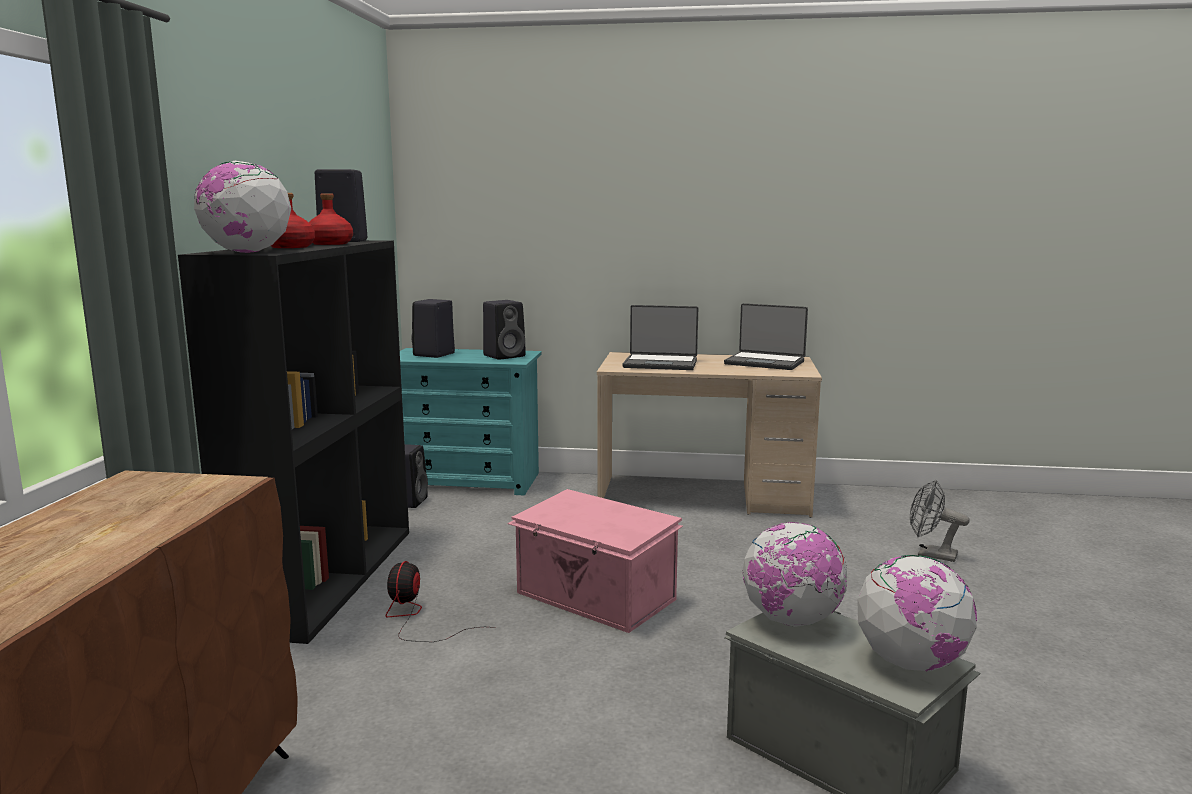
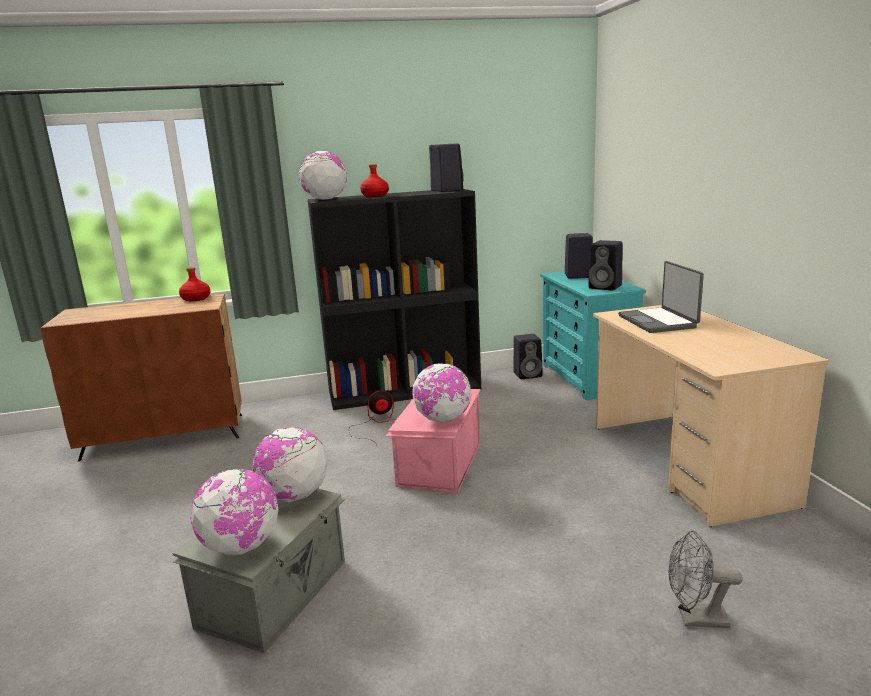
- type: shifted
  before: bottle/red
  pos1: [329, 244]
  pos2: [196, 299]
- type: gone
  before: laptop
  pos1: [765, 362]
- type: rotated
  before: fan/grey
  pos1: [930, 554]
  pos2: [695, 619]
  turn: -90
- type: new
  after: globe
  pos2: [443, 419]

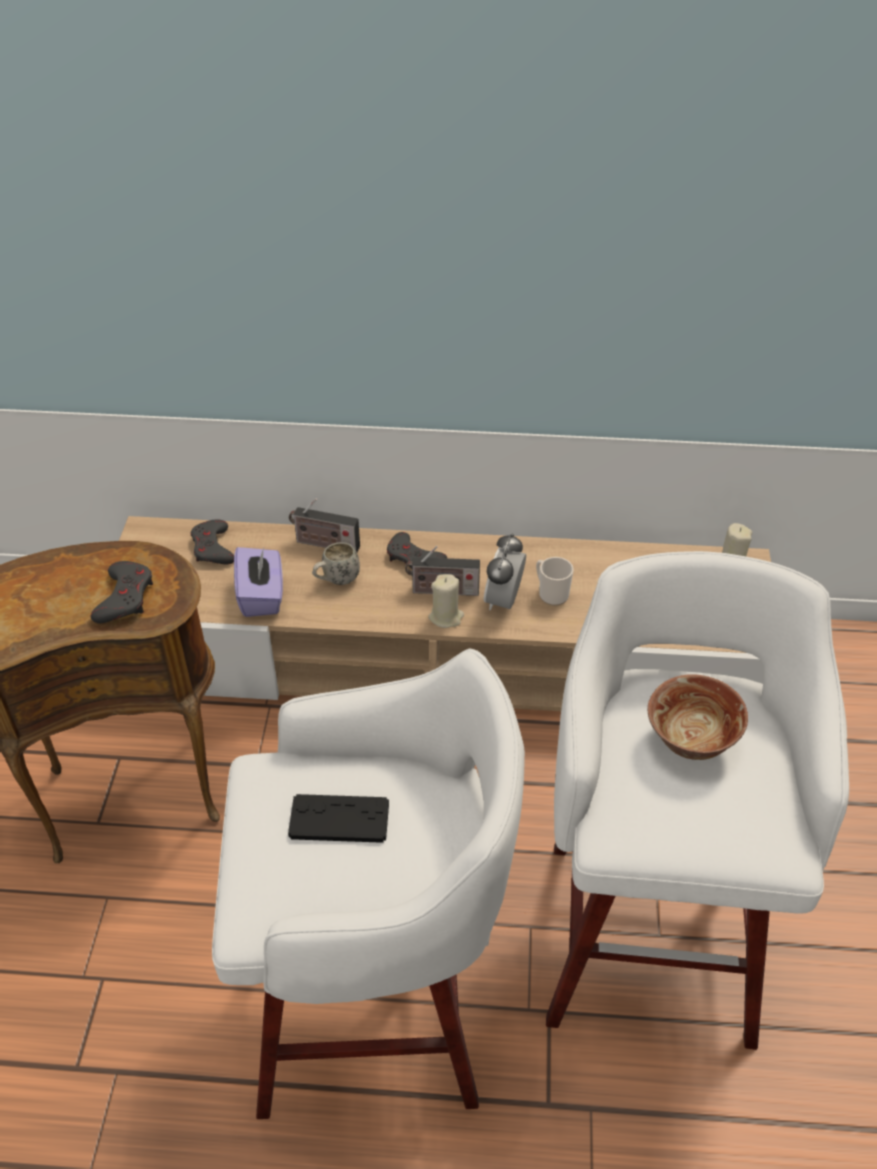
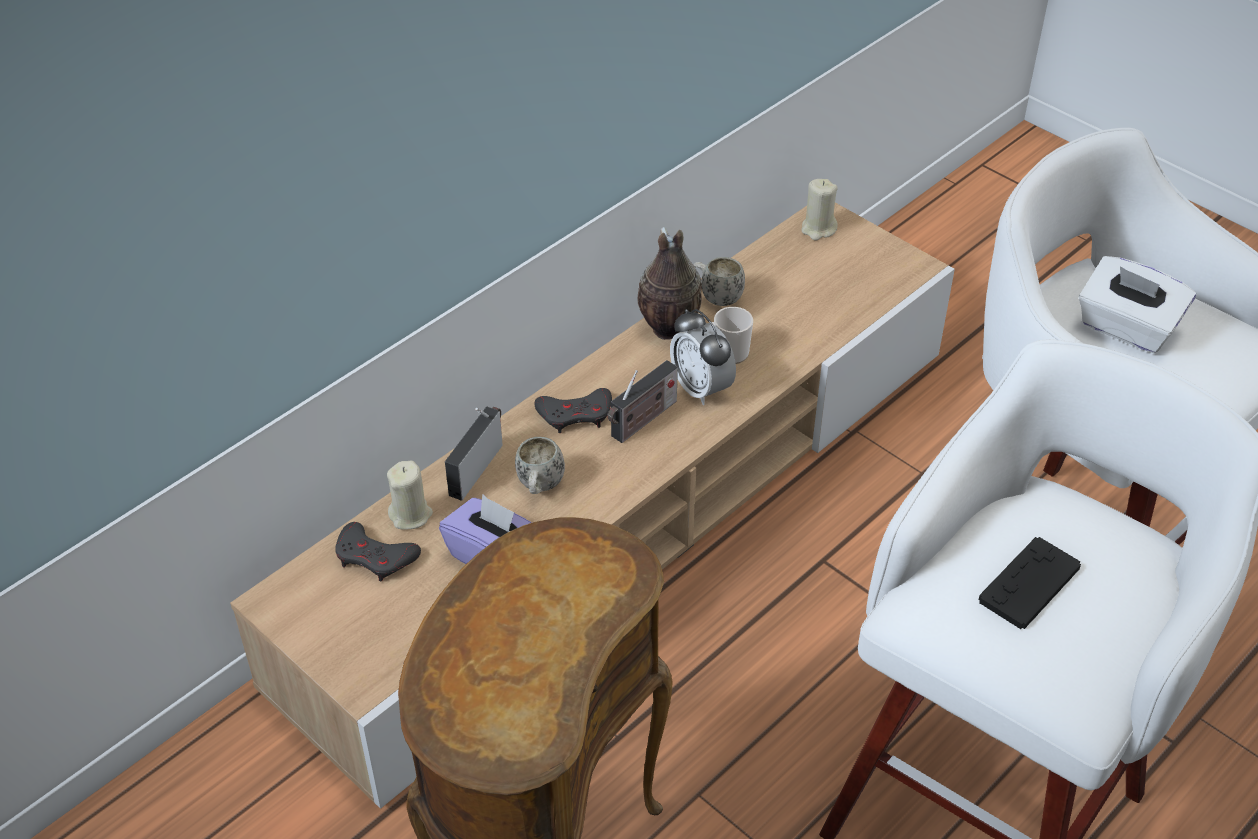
- type: gone
  before: game controller/grey
  pos1: [125, 597]
- type: rotated
  before: radio
  pos1: [324, 544]
  pos2: [477, 467]
  turn: 150
- type: shifted
  before: candle/beige
  pos1: [446, 617]
  pos2: [411, 515]
- type: swapped
  before: bowl
  after: tissue box/white
  pos1: [691, 742]
  pos2: [1126, 328]
- type: new
  after: vase
  pos2: [667, 330]
- type: new
  after: mug/white
  pos2: [715, 297]

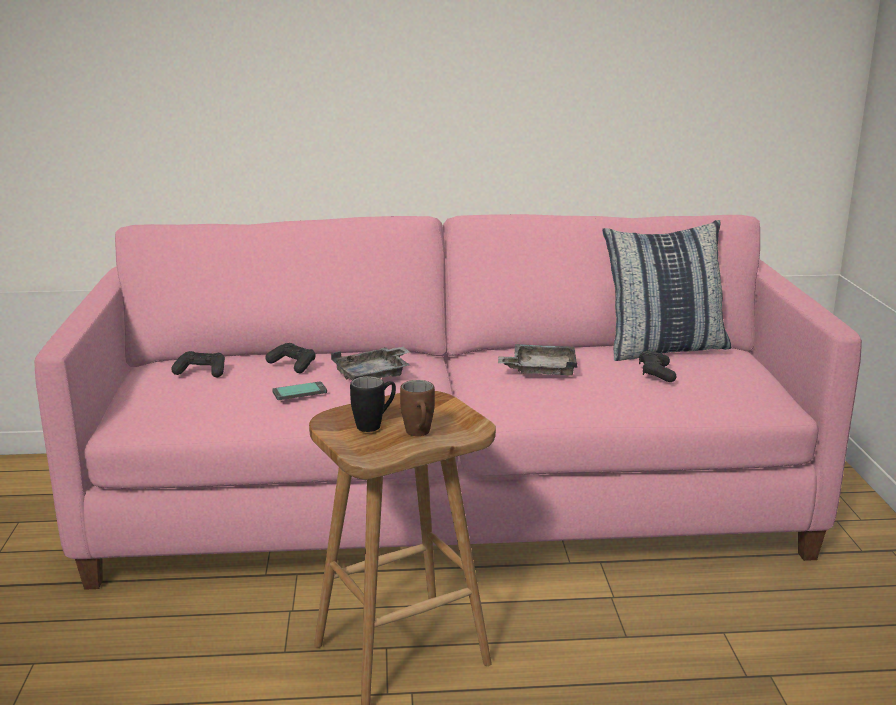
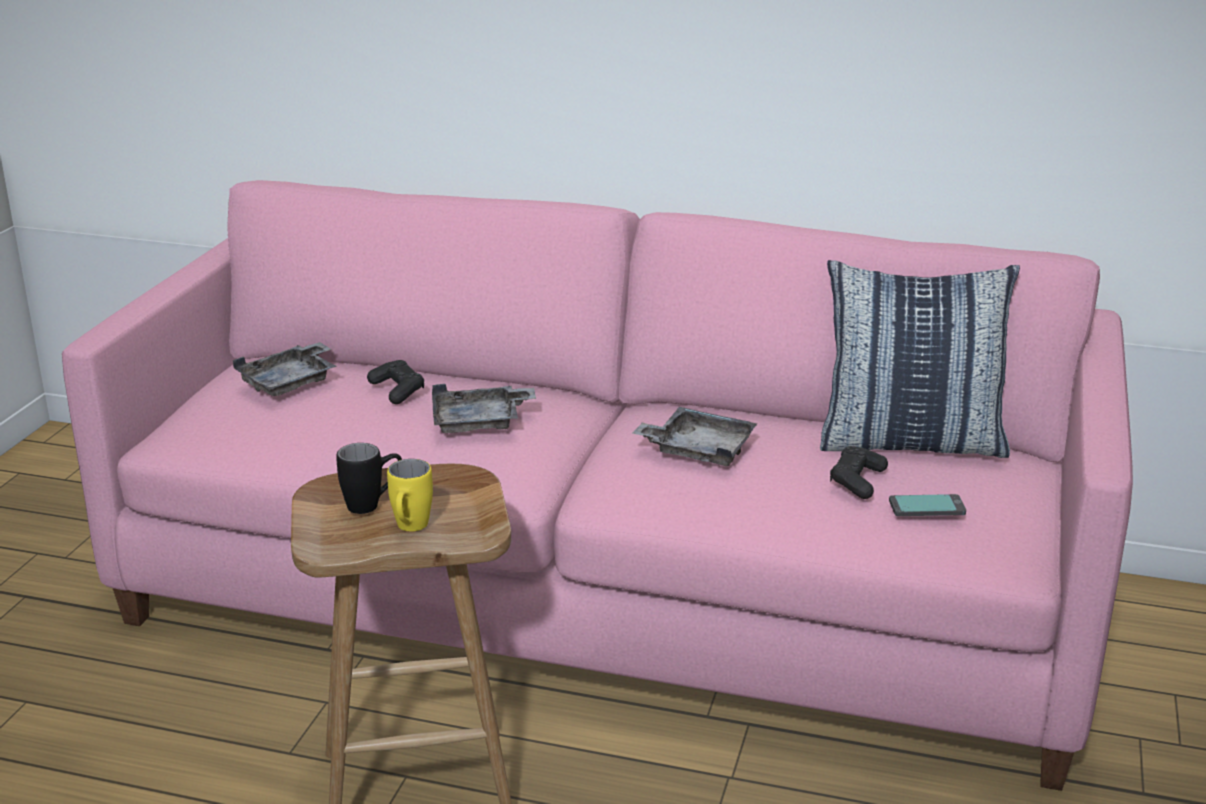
- type: swapped
  before: game controller/black
  after: tray/grey
  pos1: [201, 372]
  pos2: [290, 382]
- type: shifted
  before: phone
  pos1: [299, 392]
  pos2: [926, 507]
- type: repainted
  before: mug/brown
  after: mug/yellow
  pos1: [419, 435]
  pos2: [410, 529]

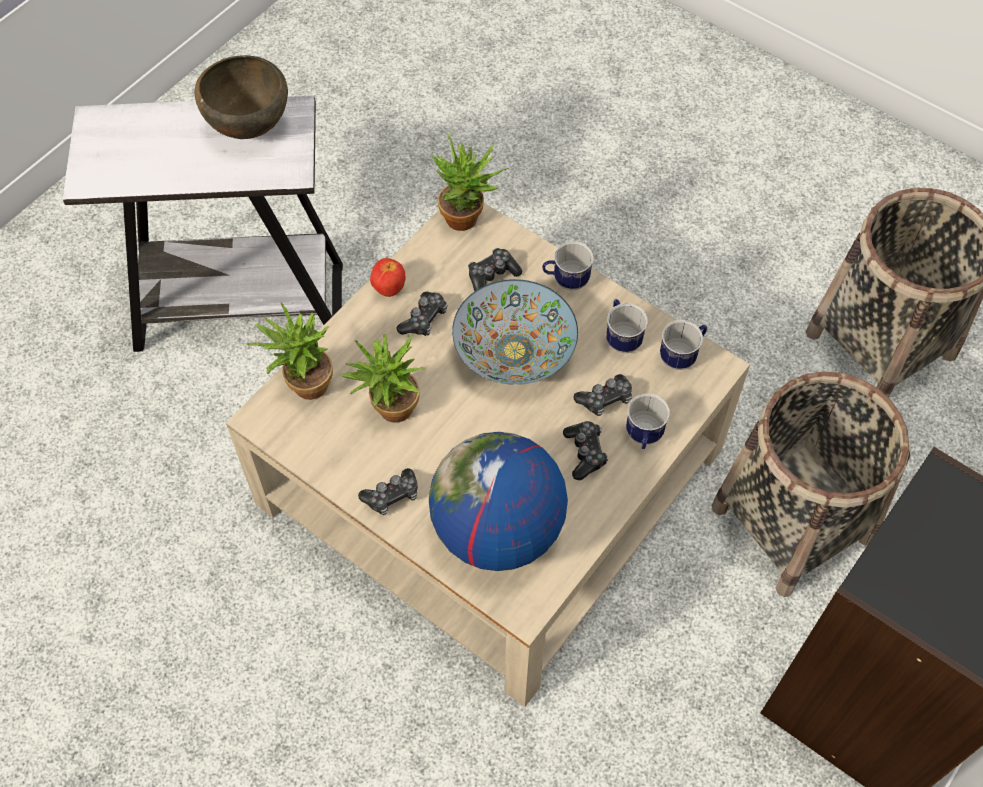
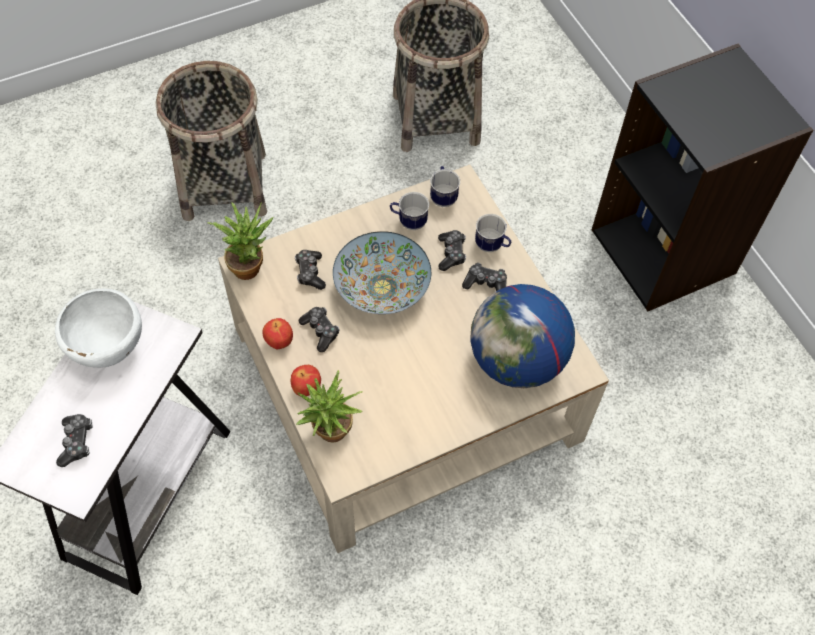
- type: repainted
  before: bowl/brown
  after: bowl/white
  pos1: [248, 128]
  pos2: [108, 349]
- type: gone
  before: potted plant
  pos1: [390, 412]
- type: shifted
  before: game controller
  pos1: [392, 496]
  pos2: [77, 442]
- type: gone
  before: mug
  pos1: [565, 281]
- type: shifted
  before: basket
  pos1: [792, 523]
  pos2: [225, 185]
- type: new
  after: apple
  pos2: [307, 389]

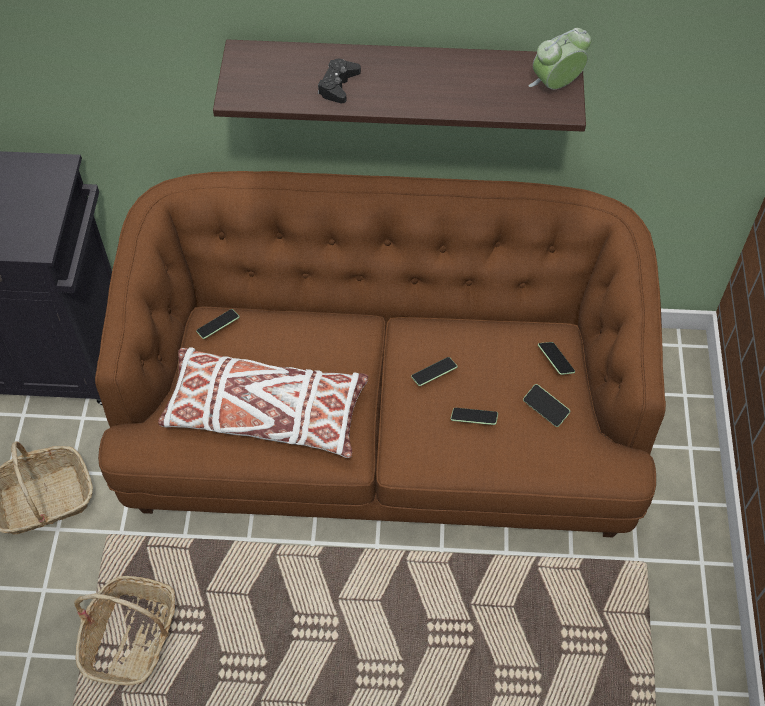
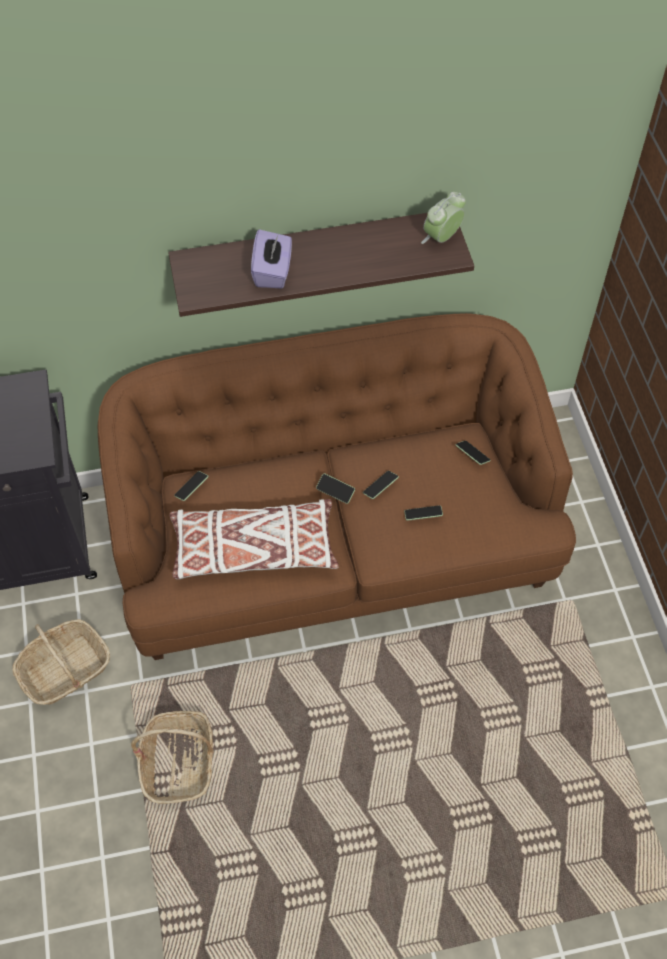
- type: swapped
  before: game controller/black
  after: tissue box/purple
  pos1: [338, 85]
  pos2: [272, 272]
- type: shifted
  before: phone
  pos1: [545, 409]
  pos2: [335, 491]

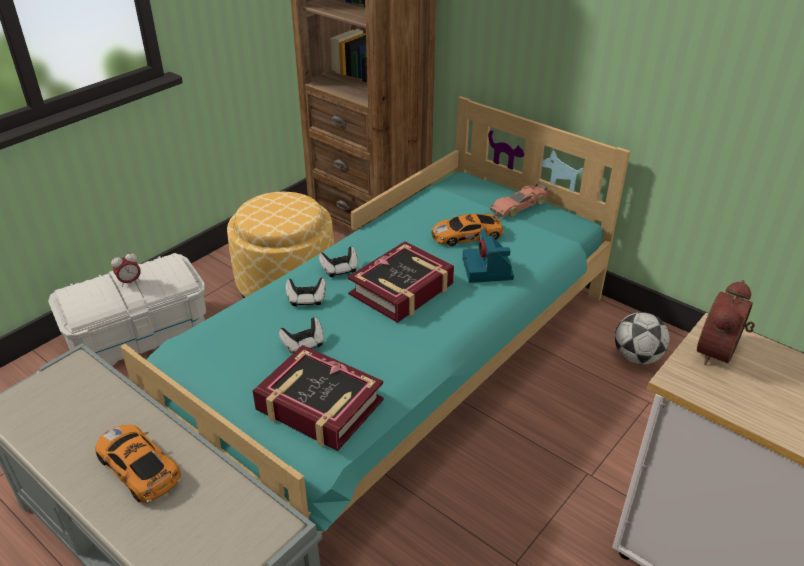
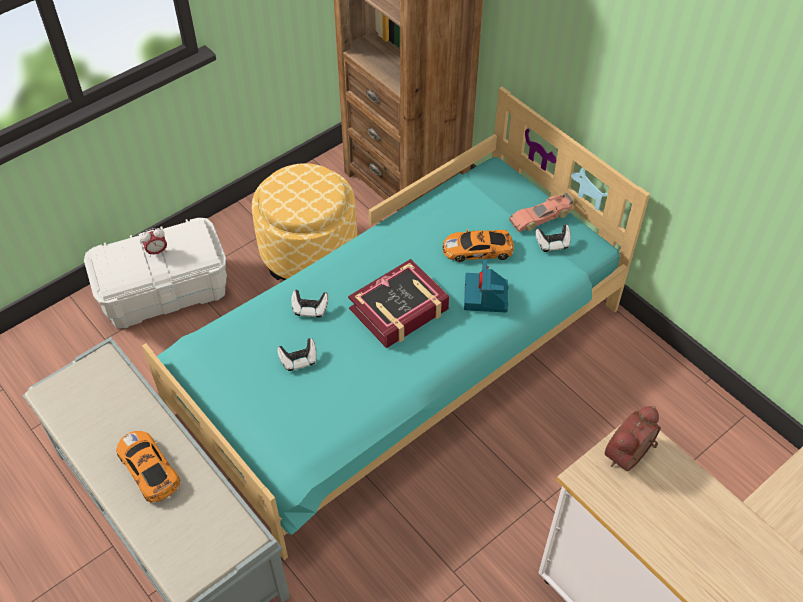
- type: gone
  before: book
  pos1: [319, 406]
- type: shifted
  before: game controller
  pos1: [340, 269]
  pos2: [552, 244]
- type: gone
  before: football
  pos1: [636, 357]

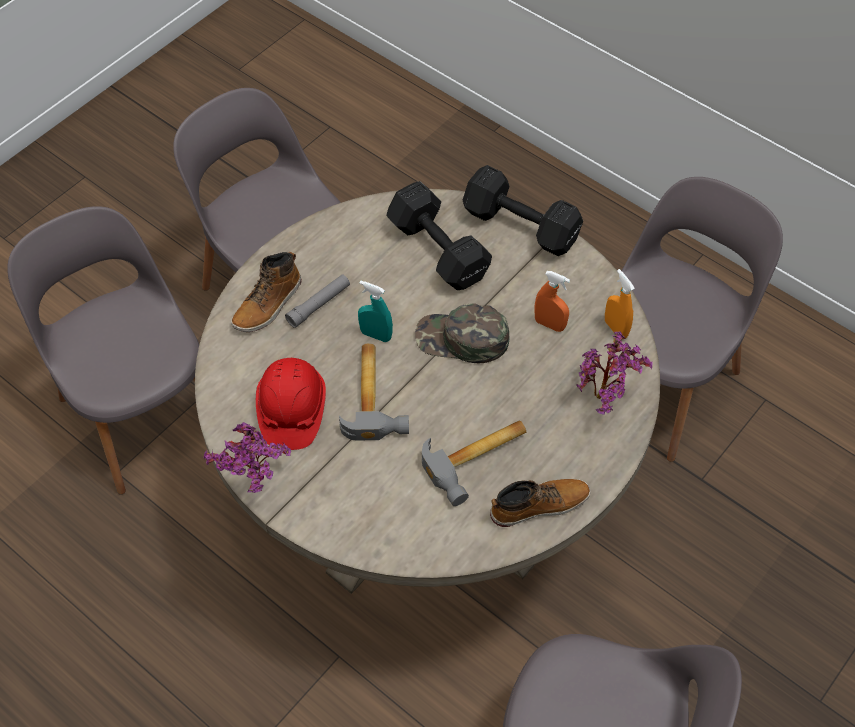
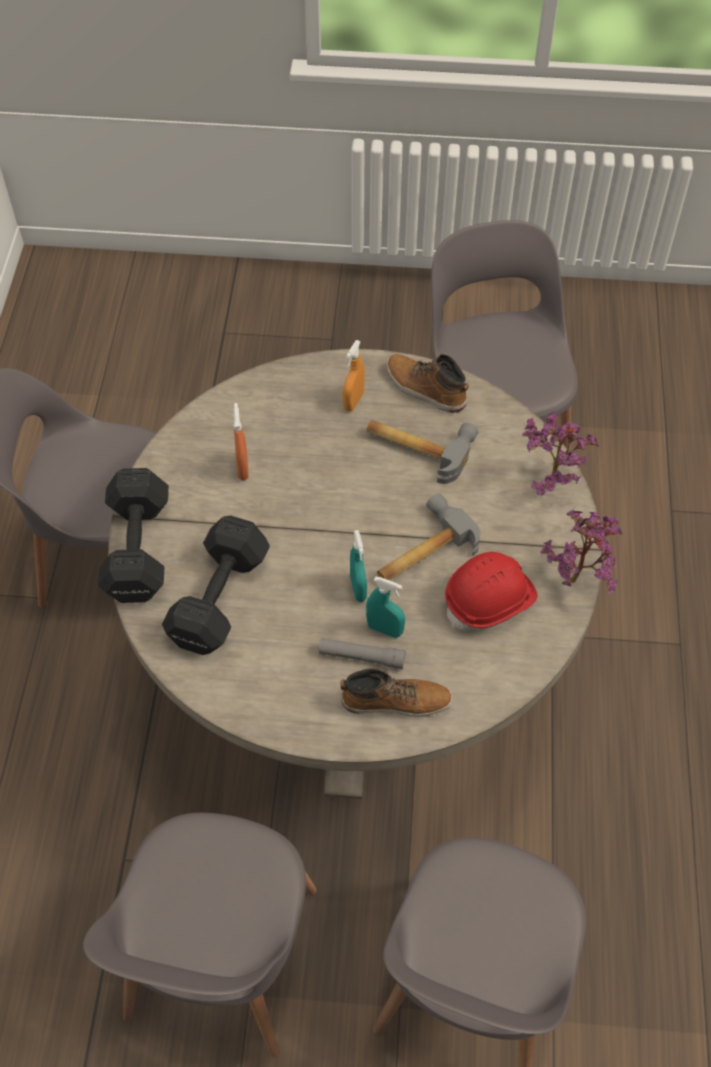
- type: gone
  before: cap/green
  pos1: [461, 339]
- type: shifted
  before: potted plant
  pos1: [604, 398]
  pos2: [548, 483]
- type: shifted
  before: spray bottle/orange
  pos1: [615, 328]
  pos2: [353, 401]
- type: new
  after: spray bottle/turquoise
  pos2: [384, 629]

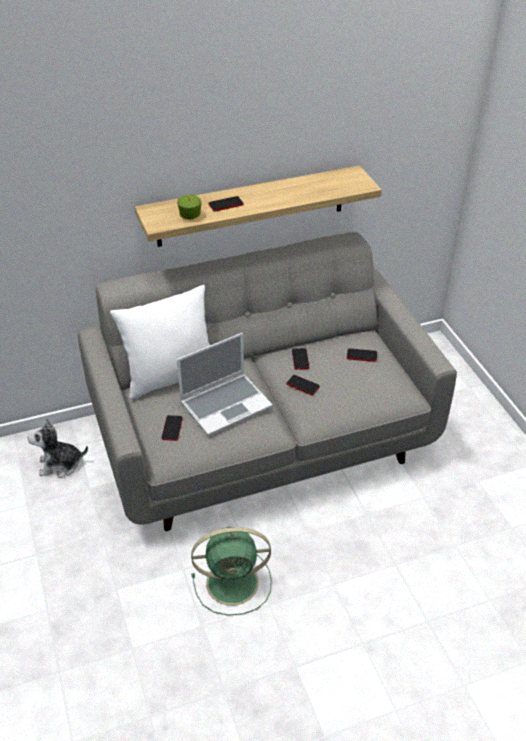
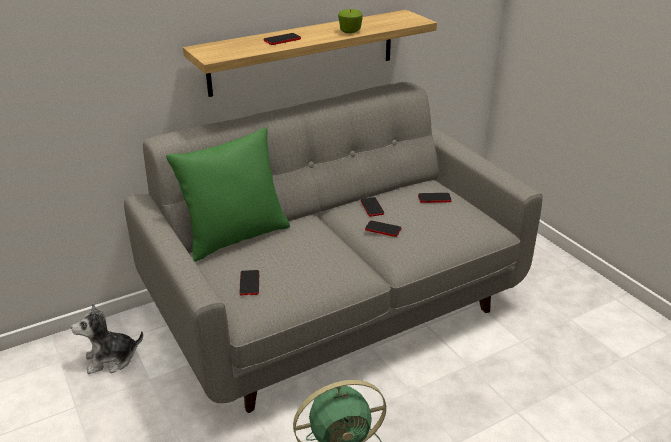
- type: repainted
  before: pillow/white
  after: pillow/green
  pos1: [171, 377]
  pos2: [235, 237]
- type: shifted
  before: apple
  pos1: [190, 216]
  pos2: [350, 31]
- type: gone
  before: laptop
  pos1: [226, 404]

